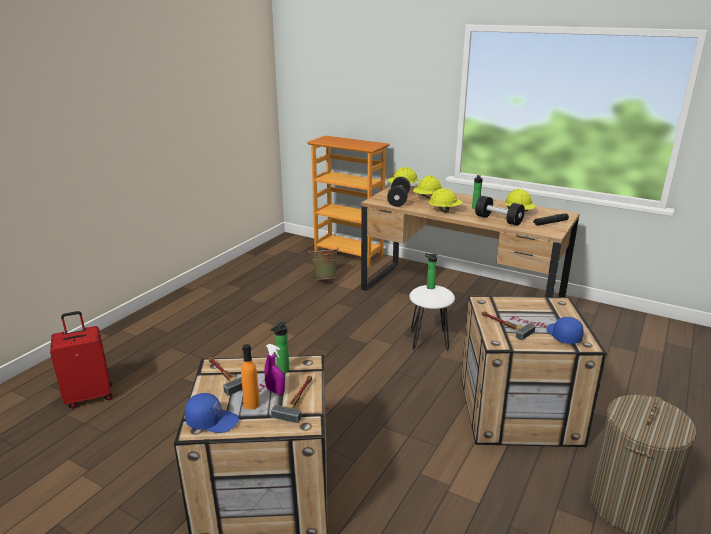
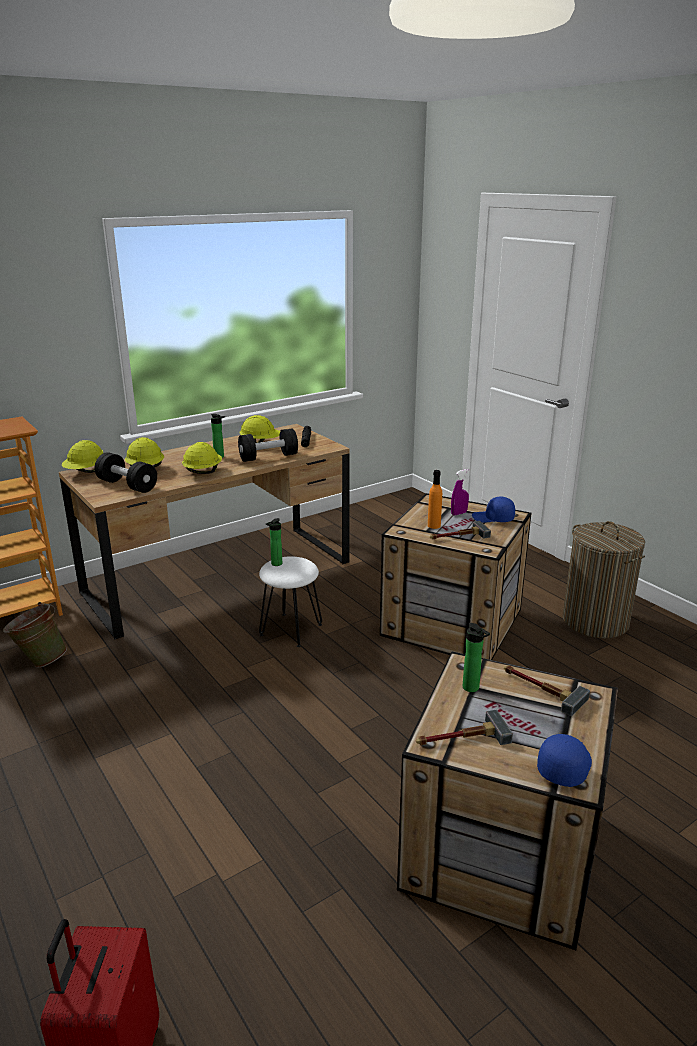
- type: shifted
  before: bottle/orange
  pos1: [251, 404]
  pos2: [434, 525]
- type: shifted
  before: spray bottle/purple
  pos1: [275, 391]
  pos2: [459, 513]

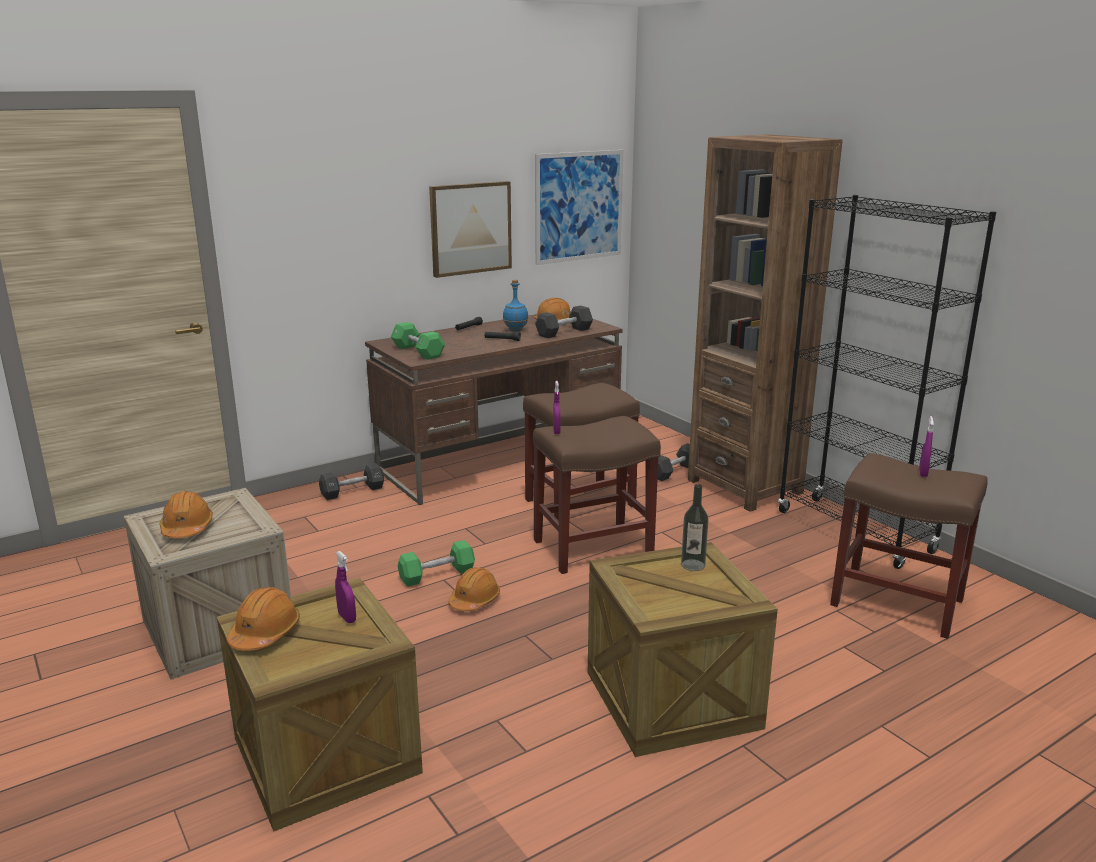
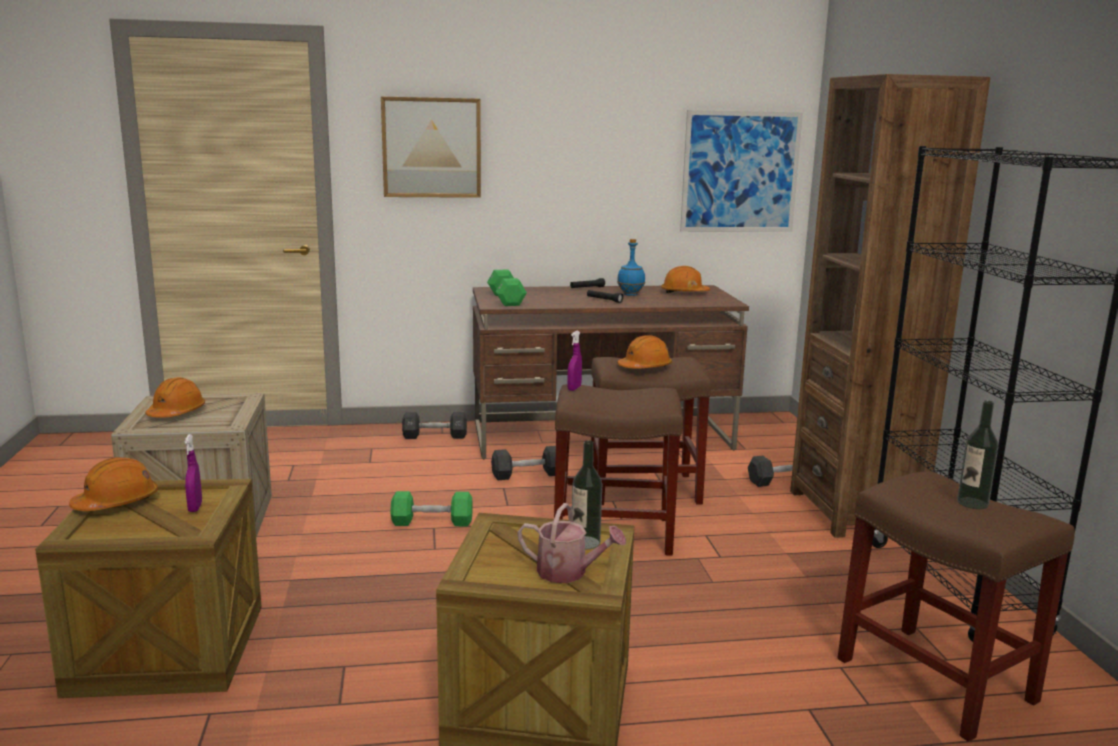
- type: shifted
  before: picture
  pos1: [470, 228]
  pos2: [431, 147]
- type: shifted
  before: hard hat/orange
  pos1: [474, 600]
  pos2: [645, 367]
- type: shifted
  before: dumbbell/black
  pos1: [564, 332]
  pos2: [527, 475]
- type: swapped
  before: spray bottle/purple
  after: bottle
  pos1: [923, 473]
  pos2: [972, 503]
- type: new
  after: watering can
  pos2: [568, 572]

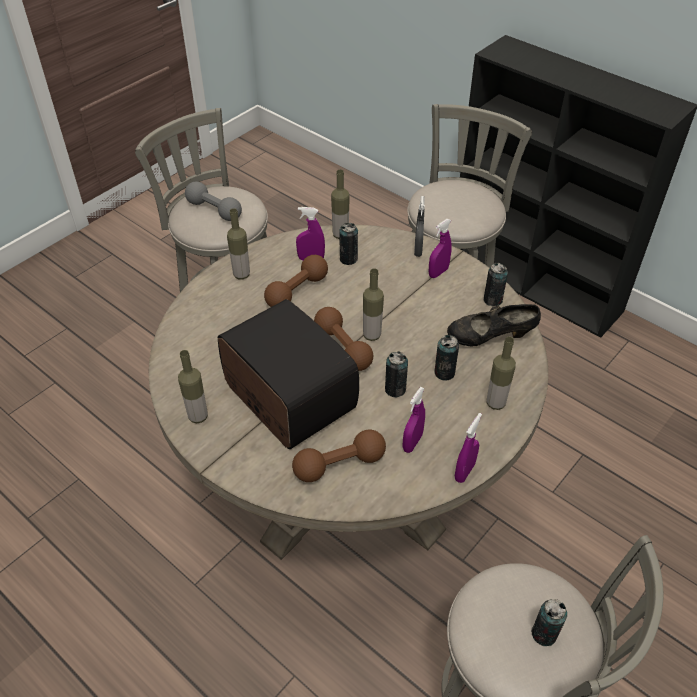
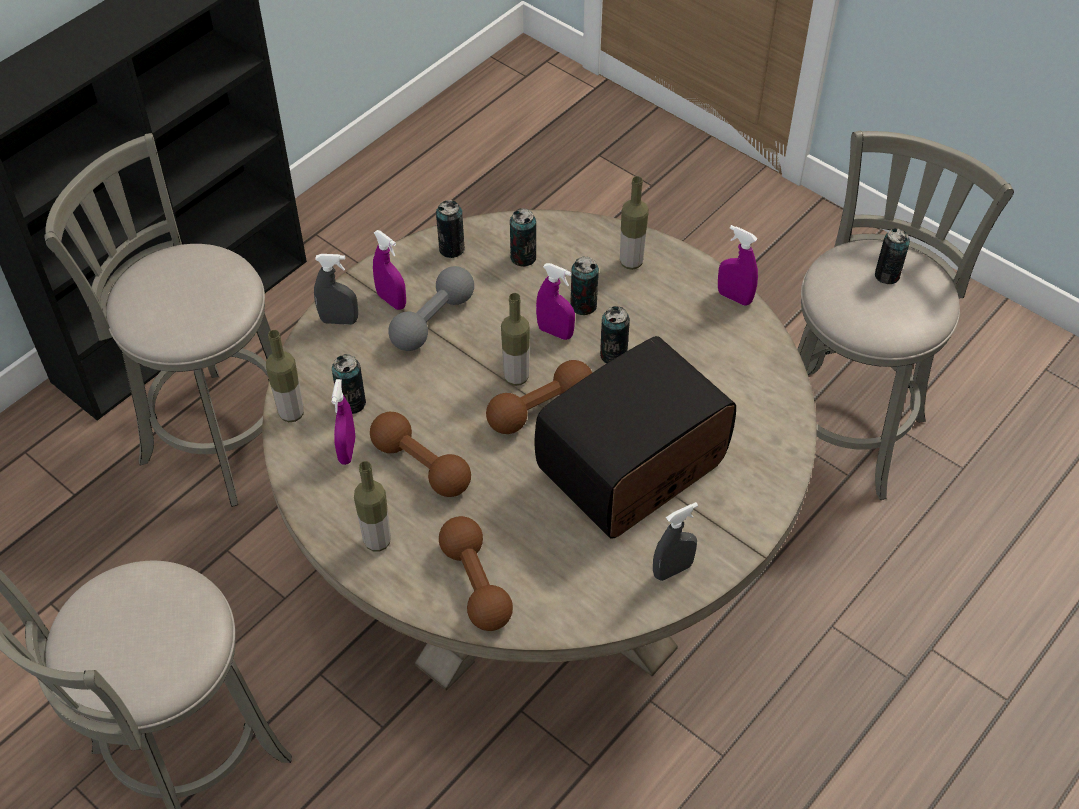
- type: swapped
  before: bottle
  after: spray bottle/grey
  pos1: [198, 416]
  pos2: [672, 570]
- type: shifted
  before: dumbbell/grey
  pos1: [214, 210]
  pos2: [433, 321]
- type: shifted
  before: dumbbell/brown
  pos1: [339, 465]
  pos2: [475, 584]
- type: shifted
  before: spray bottle/purple
  pos1: [412, 442]
  pos2: [555, 332]
- type: swapped
  before: shoe/black
  after: can
  pos1: [490, 338]
  pos2: [523, 257]

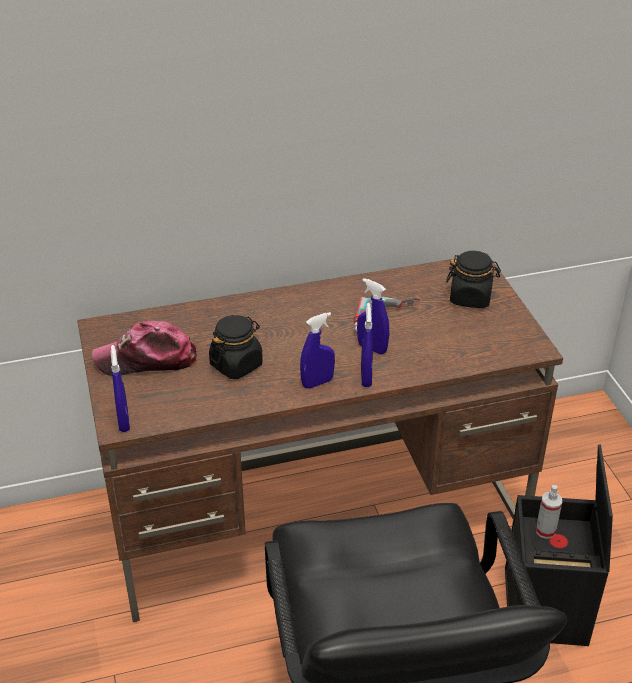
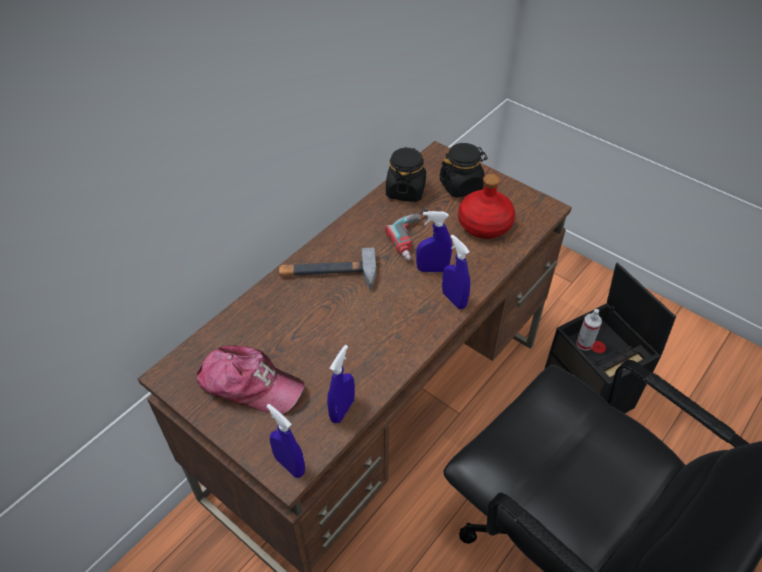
- type: rotated
  before: cap
  pos1: [147, 359]
  pos2: [249, 385]
  turn: -120
- type: shifted
  before: jar/black
  pos1: [236, 365]
  pos2: [405, 190]
- type: shifted
  before: spray bottle/blue
  pos1: [317, 383]
  pos2: [342, 410]
- type: new
  after: hammer
  pos2: [328, 274]
- type: new
  after: bottle/red
  pos2: [484, 224]

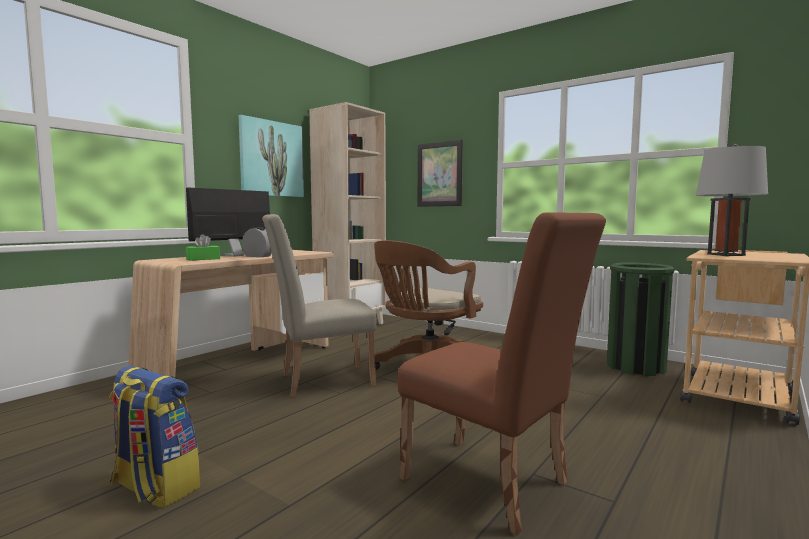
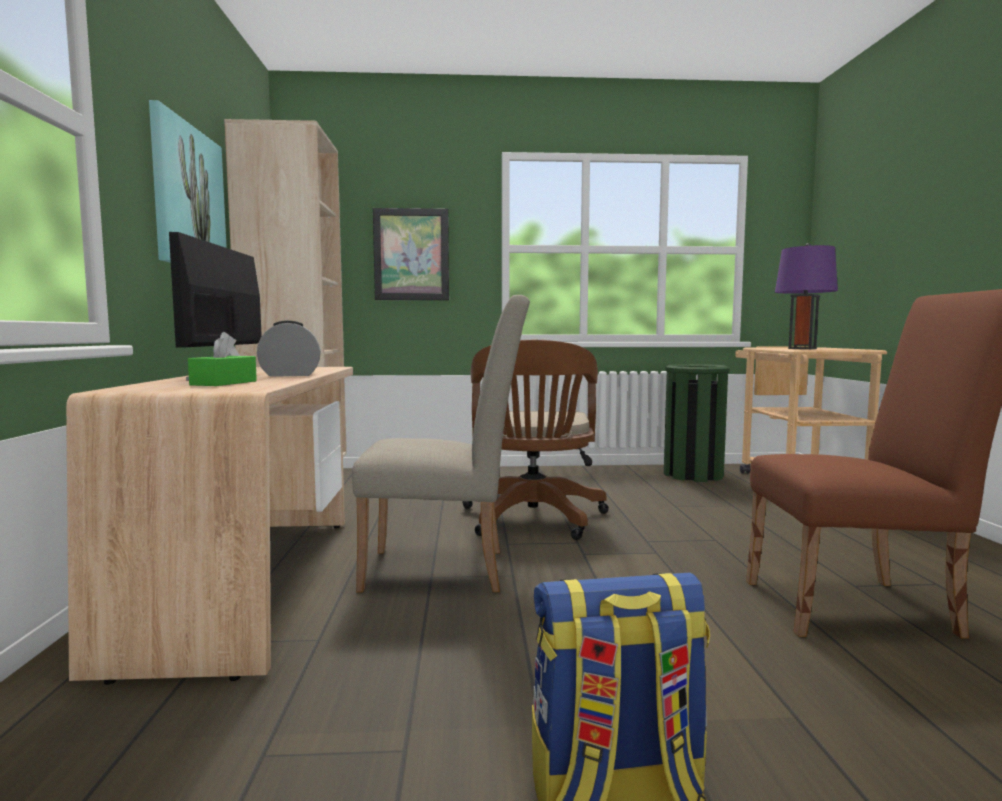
- type: rotated
  before: chair/beige
  pos1: [319, 381]
  pos2: [448, 570]
  turn: -120
- type: repainted
  before: table lamp/grey
  after: table lamp/purple
  pos1: [726, 255]
  pos2: [802, 348]

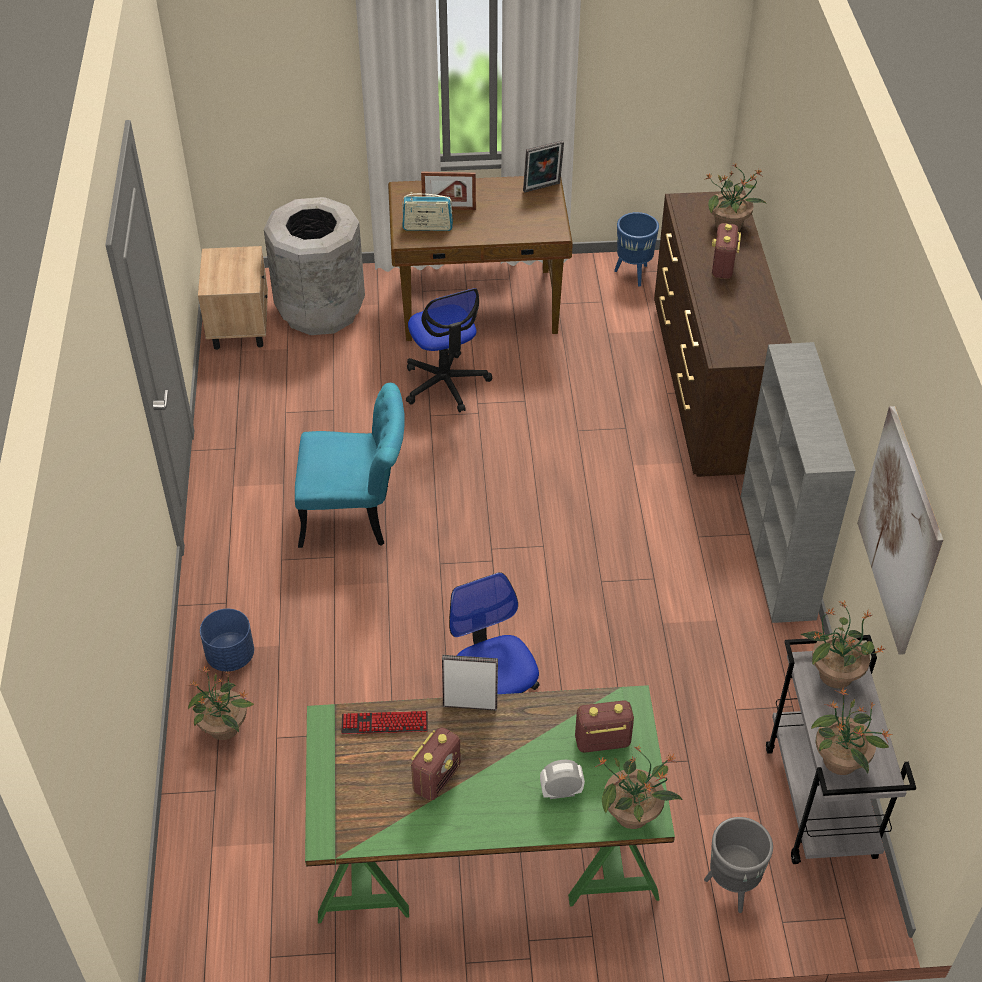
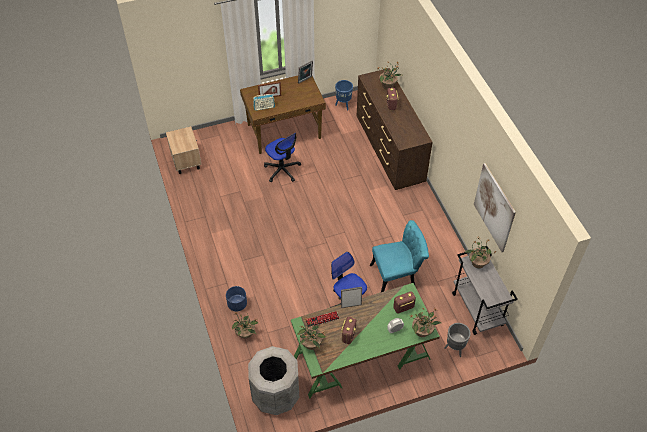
- type: shifted
  before: trash can/grey
  pos1: [320, 310]
  pos2: [275, 395]
- type: shifted
  before: chair/turquoise
  pos1: [356, 514]
  pos2: [397, 275]
- type: gone
  before: bookcase/grey
  pos1: [778, 557]
- type: shifted
  before: potted plant
  pos1: [840, 761]
  pos2: [311, 344]

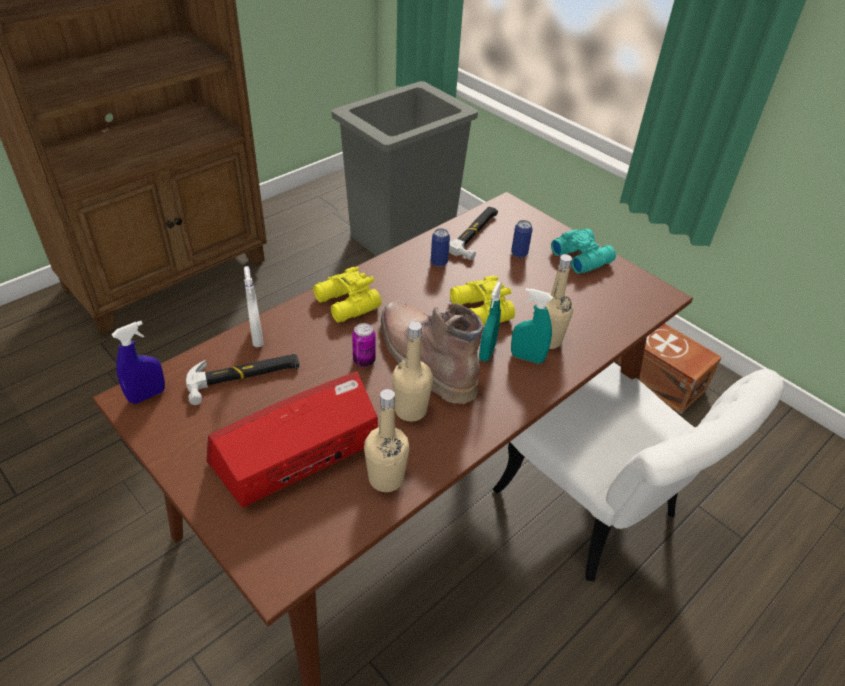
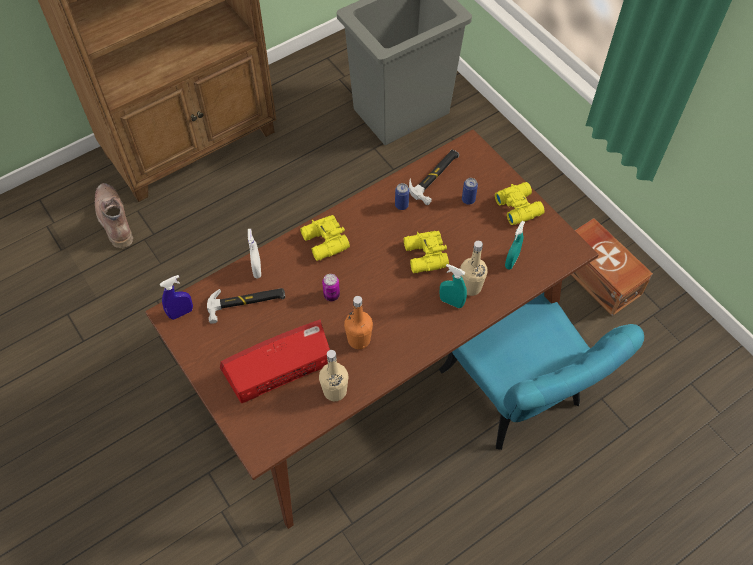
- type: shifted
  before: boot/brown
  pos1: [423, 357]
  pos2: [113, 218]
- type: repainted
  before: bottle/beige
  after: bottle/orange
  pos1: [410, 410]
  pos2: [359, 340]
- type: shifted
  before: spray bottle/turquoise
  pos1: [487, 352]
  pos2: [511, 261]
- type: repainted
  before: chair/white
  after: chair/turquoise
  pos1: [599, 514]
  pos2: [519, 398]
- type: repainted
  before: binoculars/turquoise
  after: binoculars/yellow
  pos1: [581, 257]
  pos2: [518, 206]

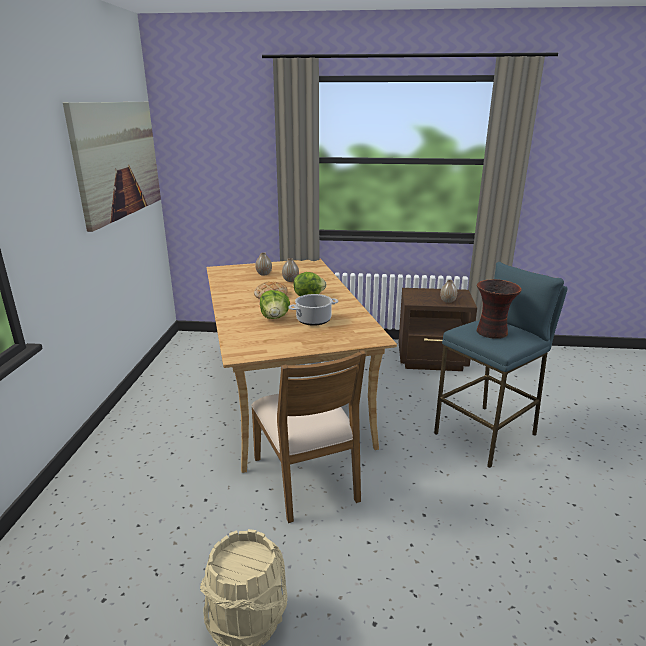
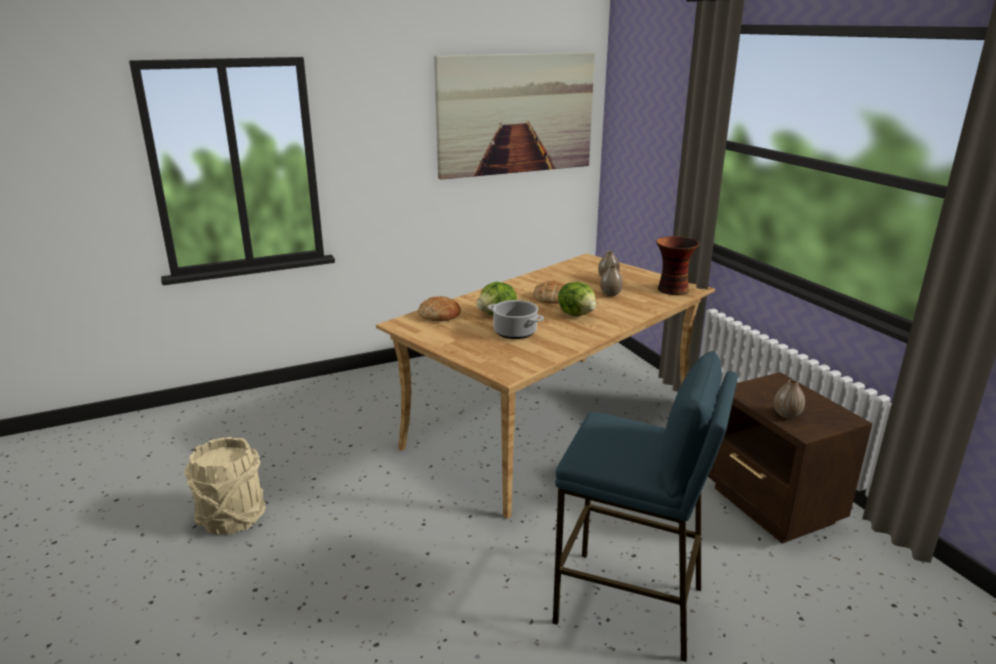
- type: gone
  before: chair/brown
  pos1: [307, 478]
- type: shifted
  before: vase
  pos1: [492, 333]
  pos2: [672, 290]
- type: new
  after: bread
  pos2: [439, 314]

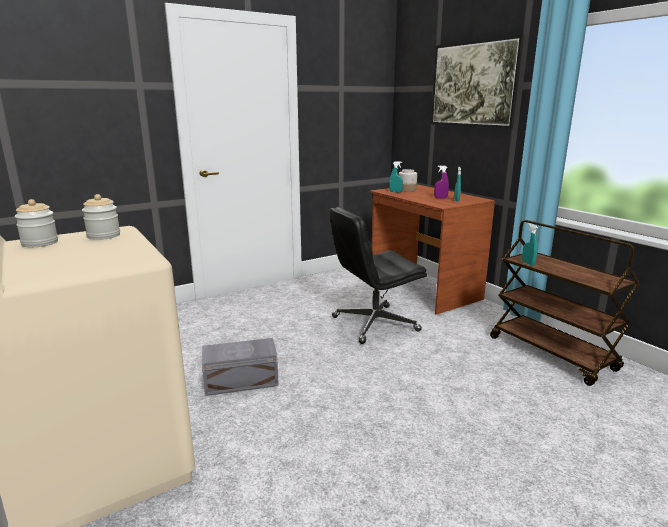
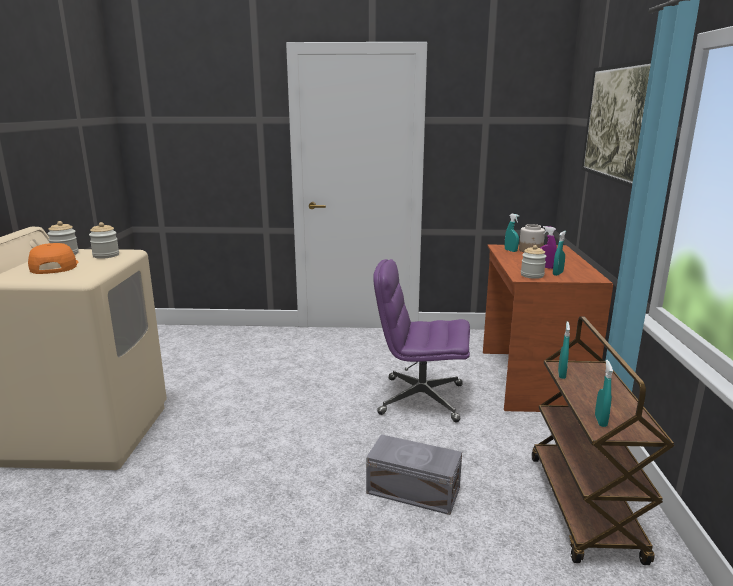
- type: shifted
  before: storage box/grey
  pos1: [242, 381]
  pos2: [414, 491]
- type: repainted
  before: office chair/black
  after: office chair/purple
  pos1: [374, 324]
  pos2: [420, 399]
- type: new
  after: cap/orange
  pos2: [53, 266]
- type: new
  after: jar
  pos2: [532, 275]
- type: new
  after: spray bottle/turquoise
  pos2: [600, 421]

